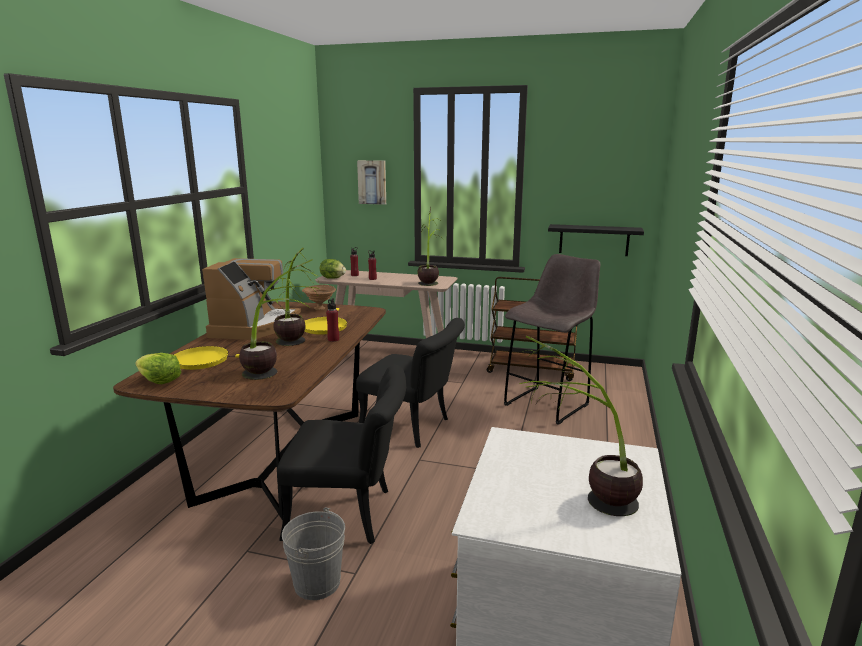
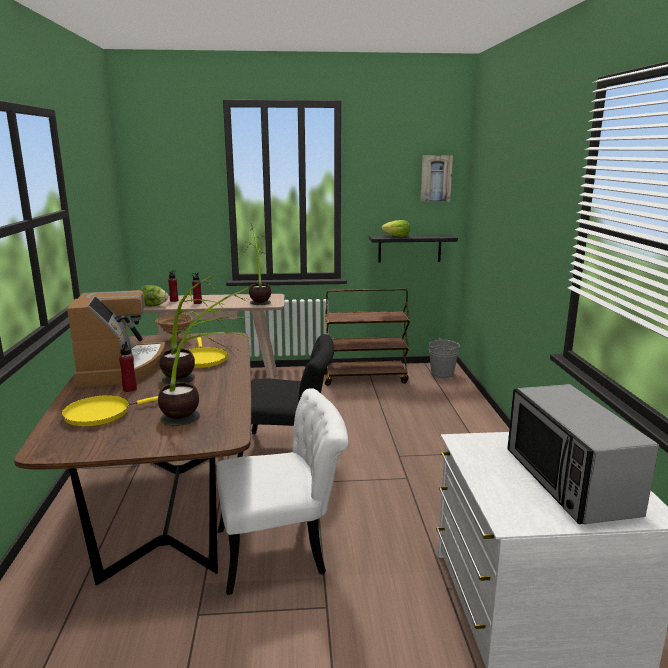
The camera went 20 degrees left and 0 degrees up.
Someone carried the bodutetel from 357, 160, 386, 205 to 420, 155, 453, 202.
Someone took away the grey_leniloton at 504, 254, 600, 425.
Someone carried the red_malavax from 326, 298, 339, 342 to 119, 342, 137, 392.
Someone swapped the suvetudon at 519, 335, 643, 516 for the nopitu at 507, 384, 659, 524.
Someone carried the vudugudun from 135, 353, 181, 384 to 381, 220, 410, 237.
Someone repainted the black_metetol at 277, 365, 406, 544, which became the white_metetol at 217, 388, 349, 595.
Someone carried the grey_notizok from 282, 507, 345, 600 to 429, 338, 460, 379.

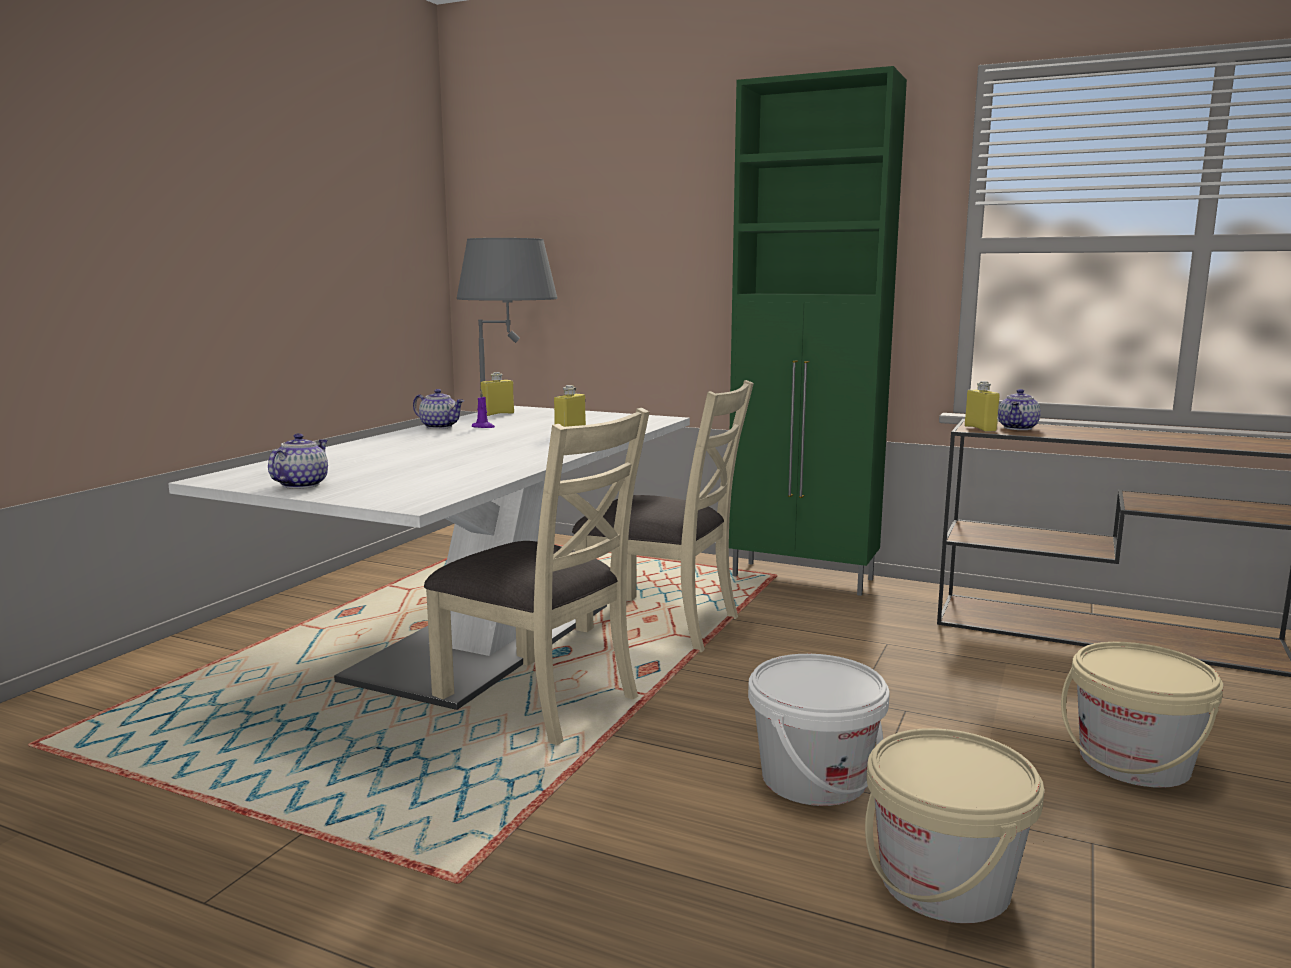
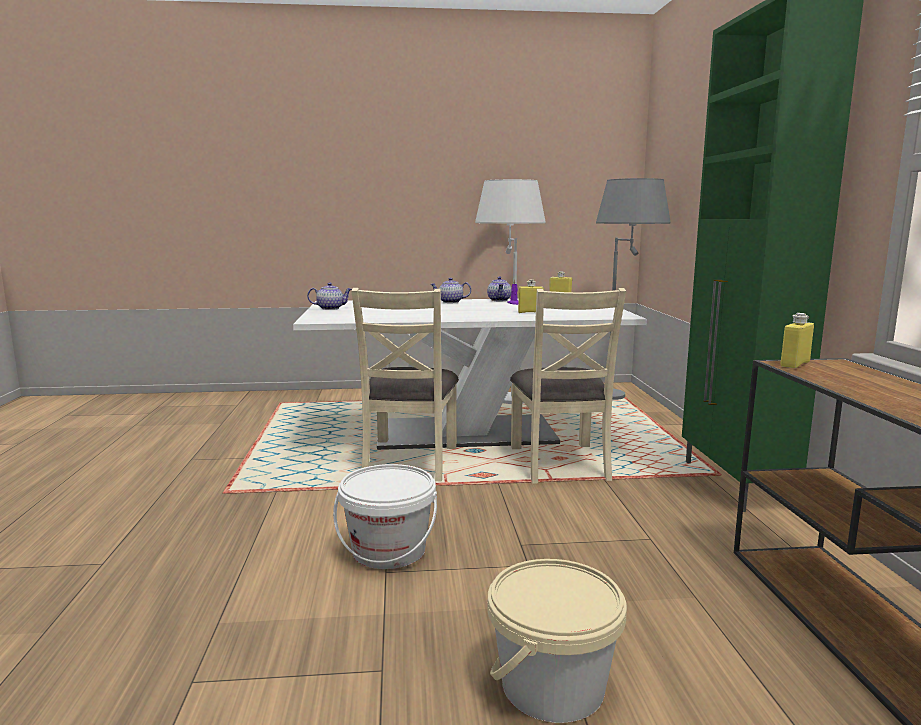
The camera went 60 degrees right and 0 degrees up.
Someone carried the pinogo from 998, 389, 1041, 430 to 430, 278, 471, 303.
Someone took away the beige_notizok at 865, 728, 1045, 923.
Someone put down the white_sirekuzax at 475, 179, 546, 404.

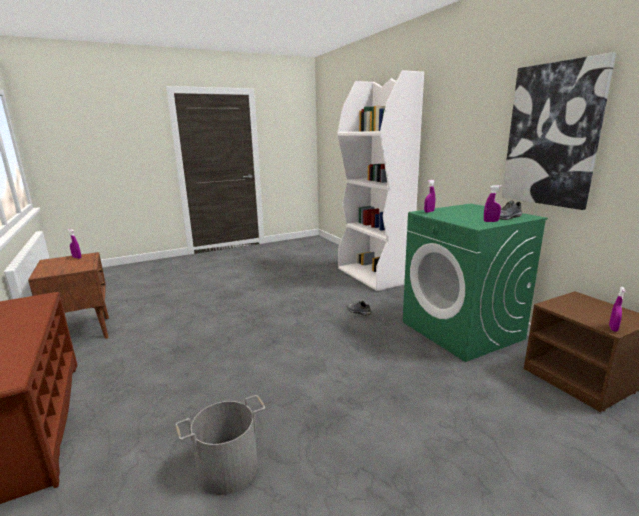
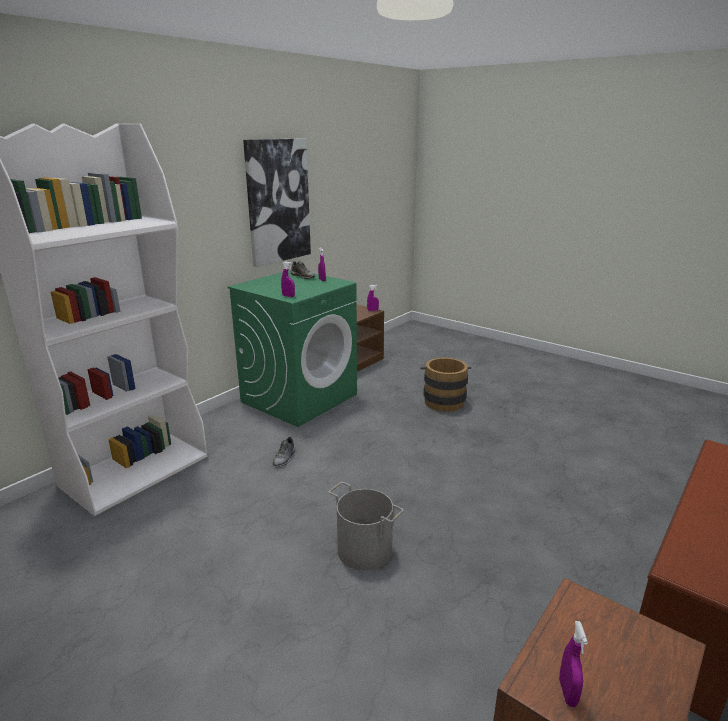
The camera went 115 degrees left and 5 degrees up.
Someone carried the grey_notizok from 175, 395, 265, 495 to 328, 482, 404, 571.
Someone put down the brown_notizok at 420, 357, 471, 412.

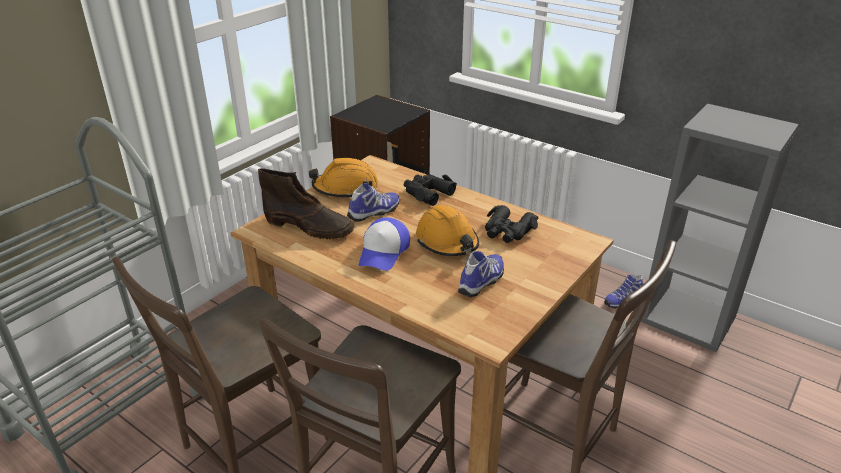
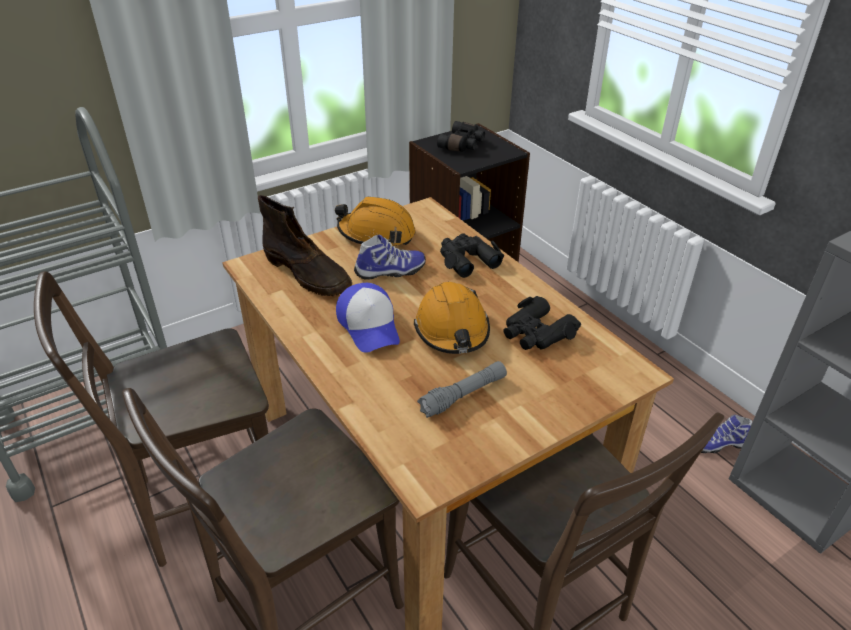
The camera went 20 degrees right and 5 degrees up.
Someone rotated the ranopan at 359, 217, 410, 271 by 60 degrees counterclockwise.
Someone swapped the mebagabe at 458, 251, 504, 297 for the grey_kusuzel at 417, 361, 507, 418.
Someone put down the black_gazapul at 437, 121, 485, 152.

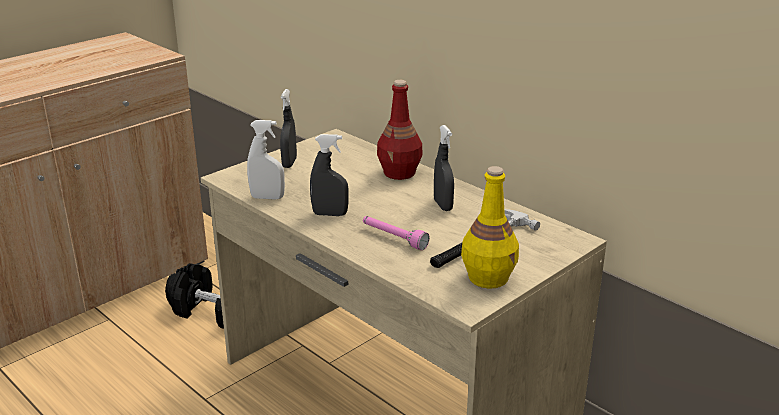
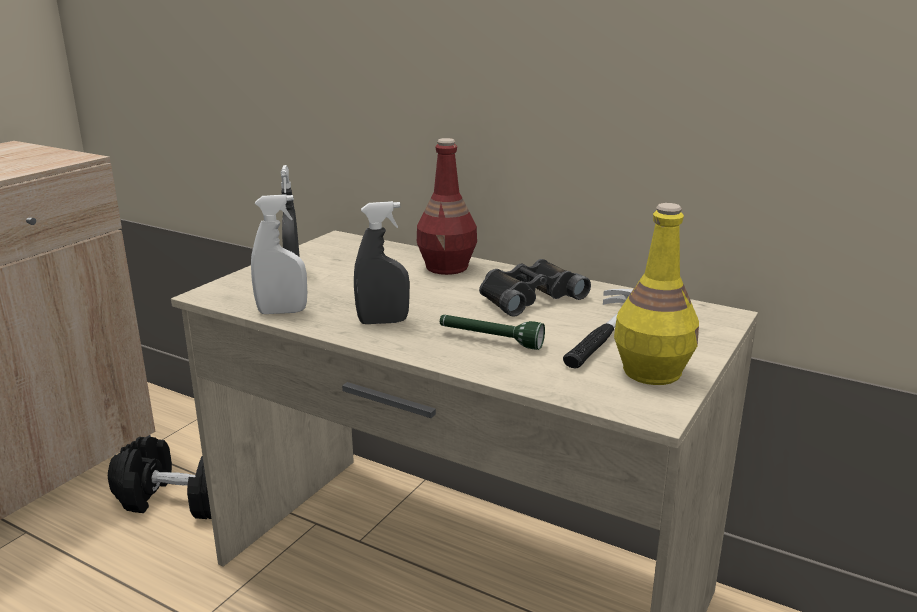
The camera went 15 degrees left and 5 degrees down.
Someone swapped the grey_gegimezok at 434, 125, 454, 211 for the black_gazapul at 479, 259, 591, 317.
Someone repainted the pink_kusuzel at 363, 216, 430, 250, which became the green_kusuzel at 440, 315, 545, 350.

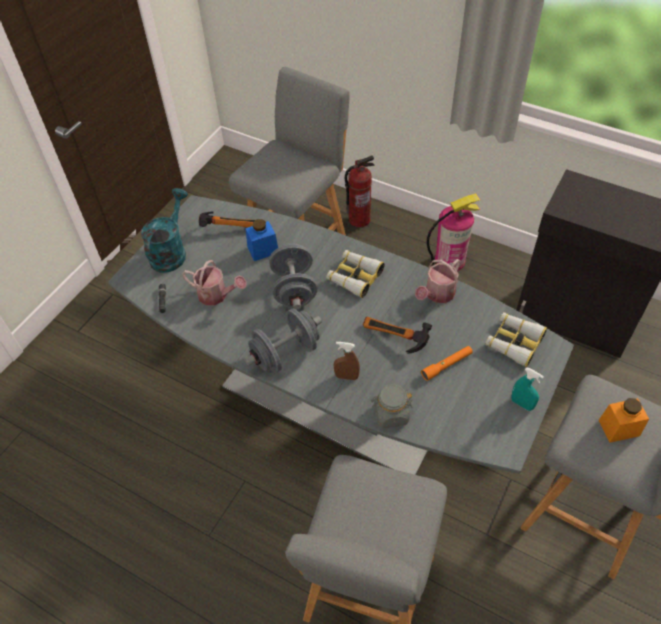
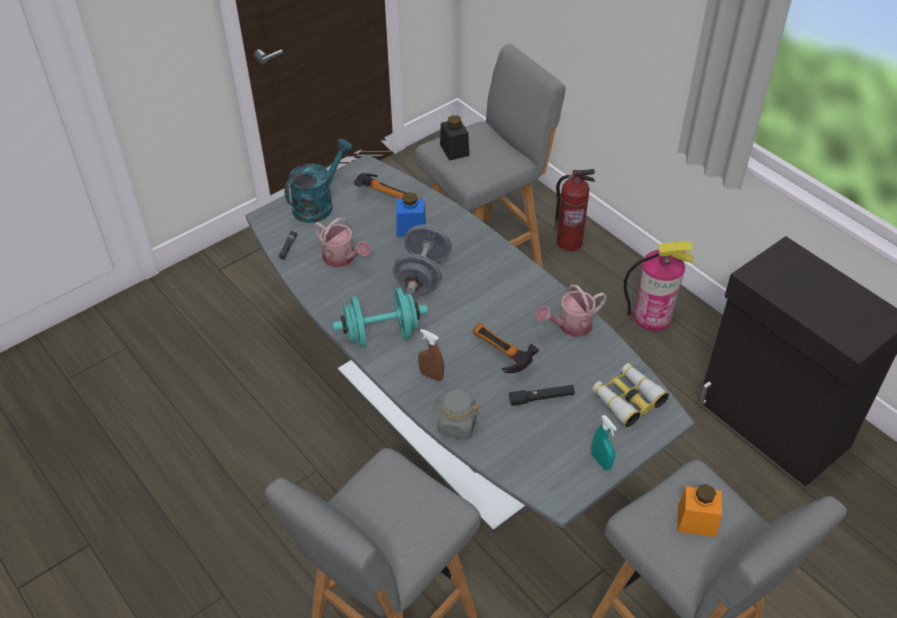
The camera went 20 degrees right and 5 degrees down.
Someone took away the gazapul at 326, 250, 385, 298.
Someone repainted the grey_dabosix at 245, 309, 322, 373, which became the turquoise_dabosix at 333, 288, 428, 348.
Someone repainted the orange_kusuzel at 421, 346, 473, 381, which became the black_kusuzel at 509, 385, 575, 406.
Someone put down the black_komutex at 440, 115, 469, 161.

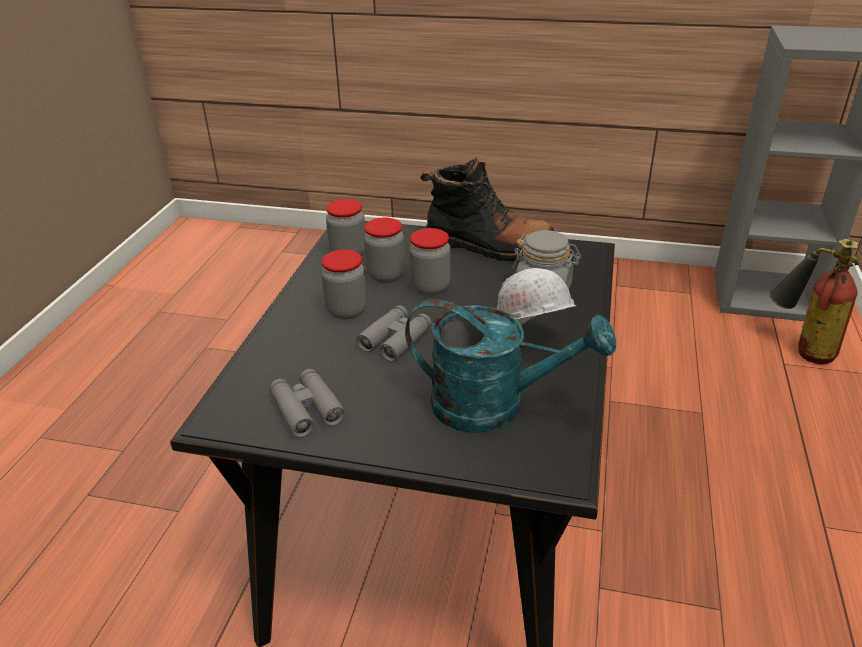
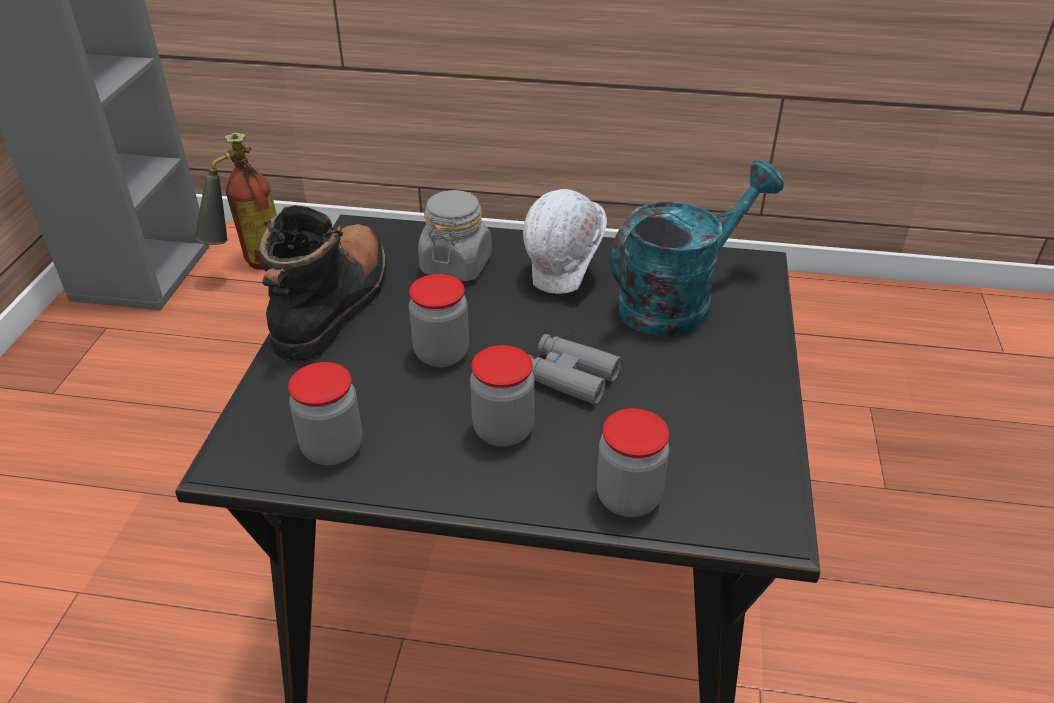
The camera went 95 degrees left and 5 degrees up.
Someone carried the komutex from 364, 218, 405, 283 to 596, 408, 669, 517.
Someone rotated the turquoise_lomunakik at 405, 299, 616, 433 by 45 degrees clockwise.
Someone took away the grey_gazapul at 269, 369, 345, 438.

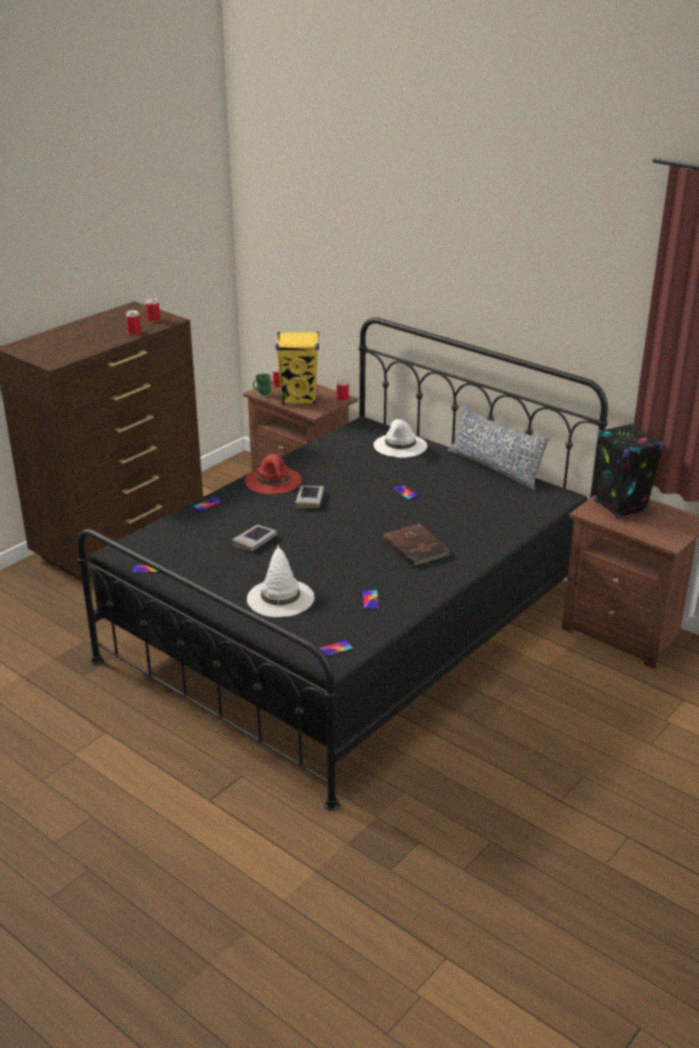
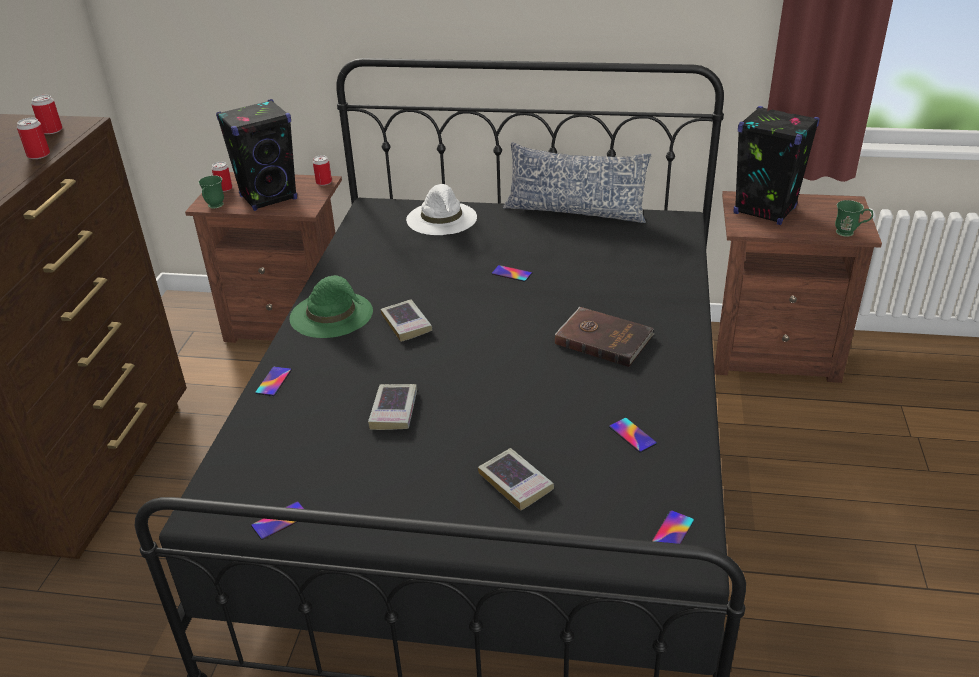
The camera went 30 degrees left and 5 degrees up.
Someone repainted the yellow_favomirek at 276, 332, 319, 405, which became the black_favomirek at 216, 99, 297, 211.
Someone repainted the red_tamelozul at 245, 454, 302, 494, which became the green_tamelozul at 290, 275, 373, 338.
Someone swapped the white_tamelozul at 247, 545, 314, 617 for the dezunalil at 478, 448, 554, 511.
Someone put down the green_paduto at 835, 200, 873, 237.

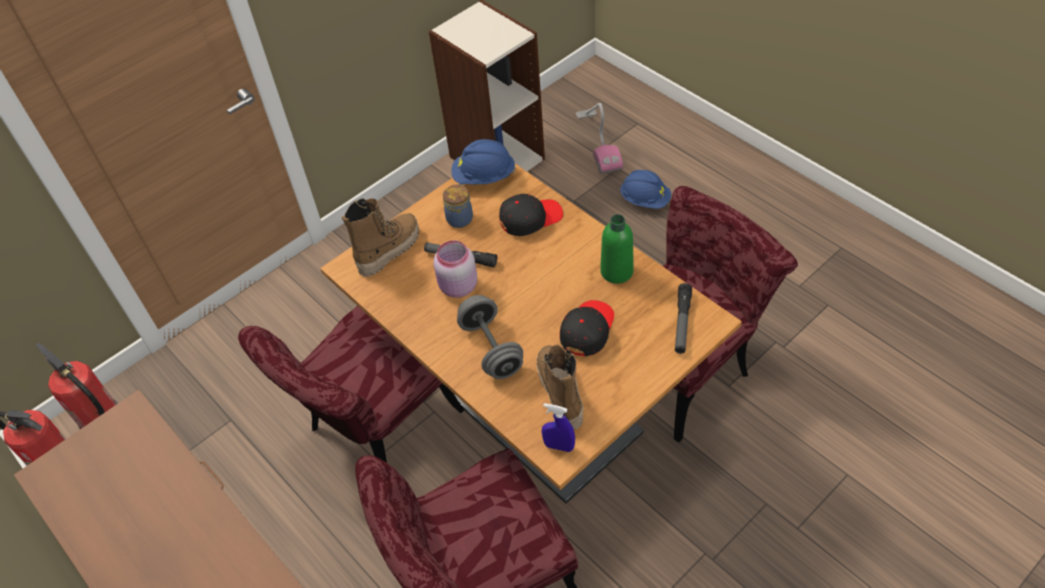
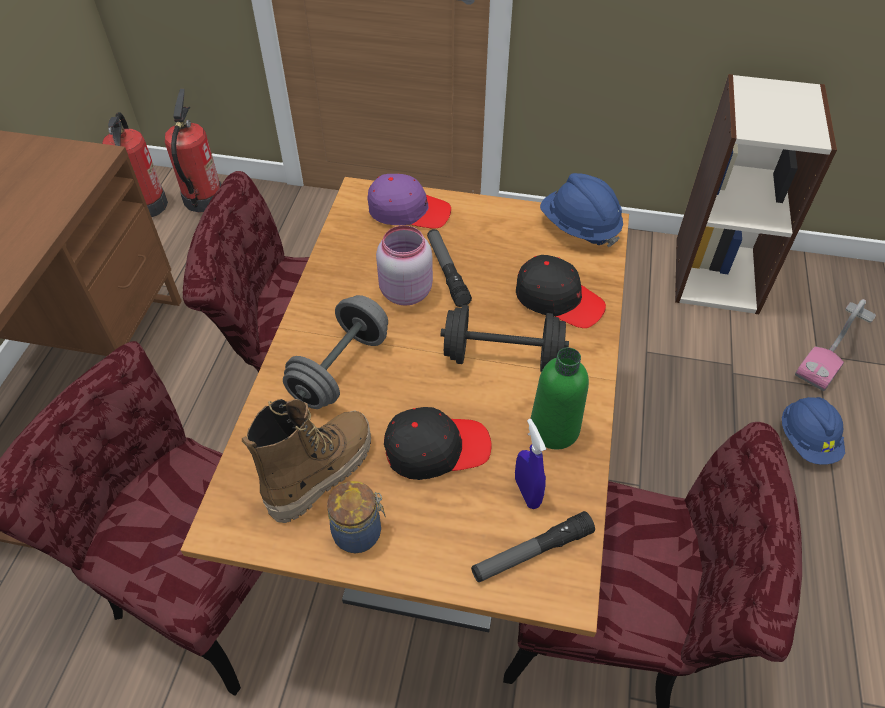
The camera went 50 degrees right and 0 degrees up.
Someone carried the komutex from 443, 184, 473, 228 to 327, 481, 386, 553.
Someone swapped the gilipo at 342, 198, 419, 277 for the purple_ranopan at 367, 173, 451, 229.
Someone carried the blue_gegimezok from 542, 403, 575, 452 to 515, 419, 546, 509.
Someone put down the black_dabosix at 441, 305, 569, 372.

